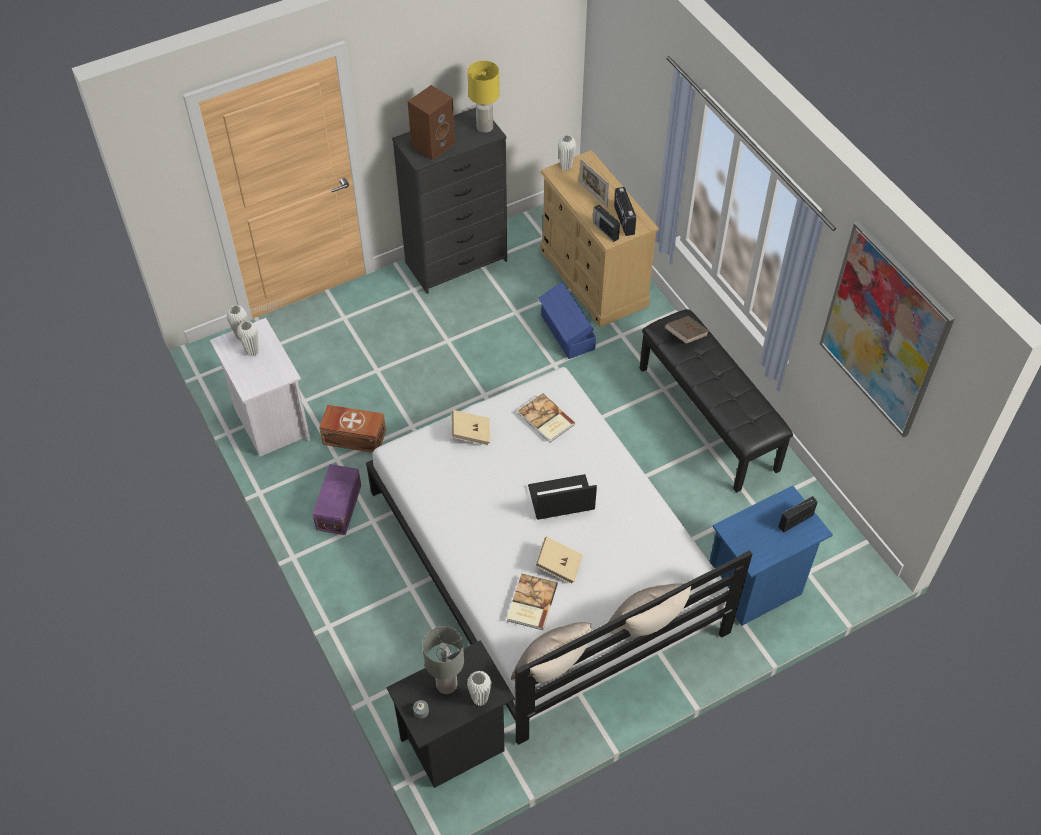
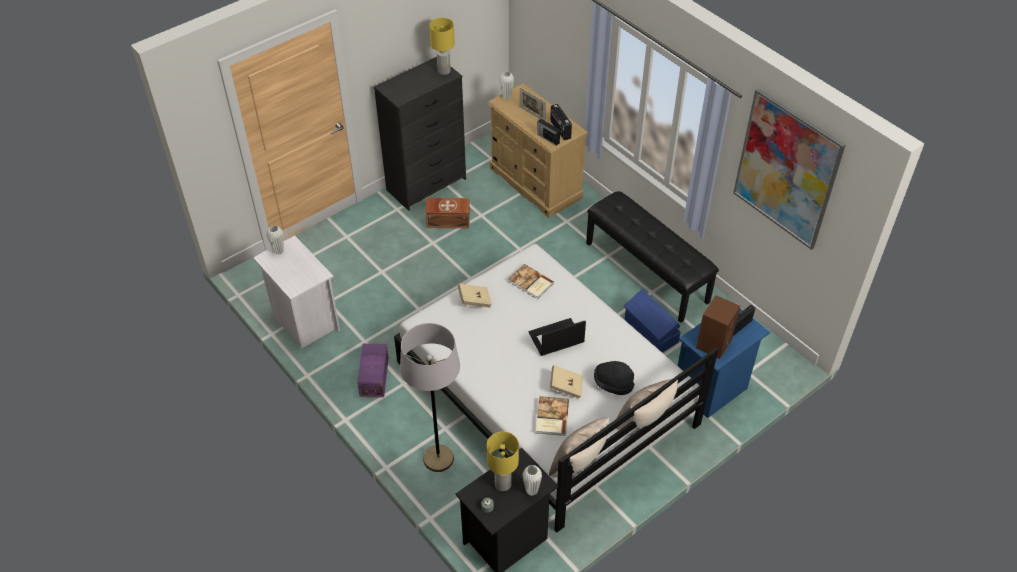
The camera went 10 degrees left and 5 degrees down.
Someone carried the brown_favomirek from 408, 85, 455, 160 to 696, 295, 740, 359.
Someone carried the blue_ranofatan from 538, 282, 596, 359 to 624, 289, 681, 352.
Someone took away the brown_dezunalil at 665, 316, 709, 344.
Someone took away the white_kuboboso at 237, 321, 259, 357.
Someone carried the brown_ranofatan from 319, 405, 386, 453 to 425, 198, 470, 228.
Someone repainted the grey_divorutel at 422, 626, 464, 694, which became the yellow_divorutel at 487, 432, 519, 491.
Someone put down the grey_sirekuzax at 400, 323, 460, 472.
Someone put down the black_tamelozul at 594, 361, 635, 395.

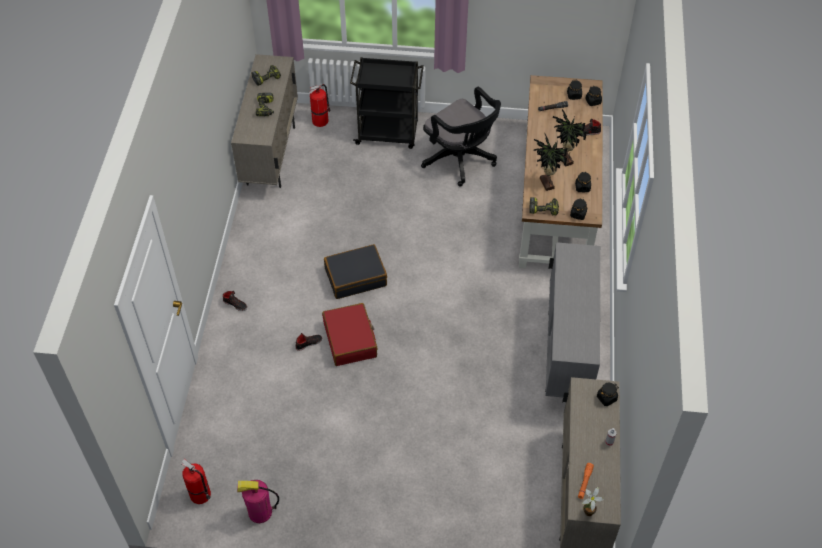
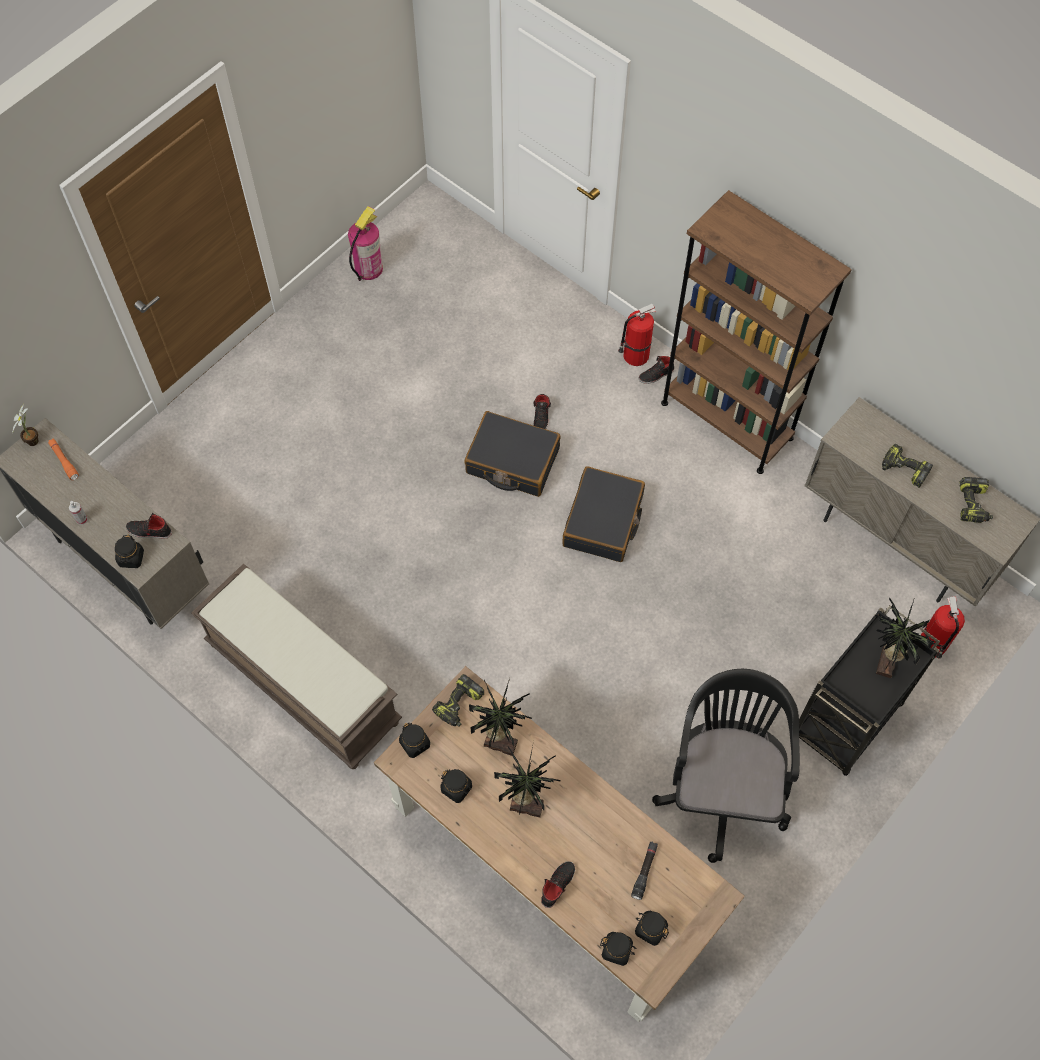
The camera went 125 degrees right and 10 degrees up.
Someone rotated the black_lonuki at 421, 87, 501, 187 by 105 degrees clockwise.
Someone swapped the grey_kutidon at 545, 242, 600, 397 for the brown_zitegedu at 191, 564, 402, 769.
Someone repainted the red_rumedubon at 322, 303, 378, 366, which became the black_rumedubon at 464, 411, 560, 497.
Someone carried the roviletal from 181, 459, 211, 504 to 618, 303, 656, 366.
Someone put down the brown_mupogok at 661, 190, 852, 474.
Someone put down the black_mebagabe at 126, 513, 172, 539.
Someone put down the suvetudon at 874, 597, 934, 678.

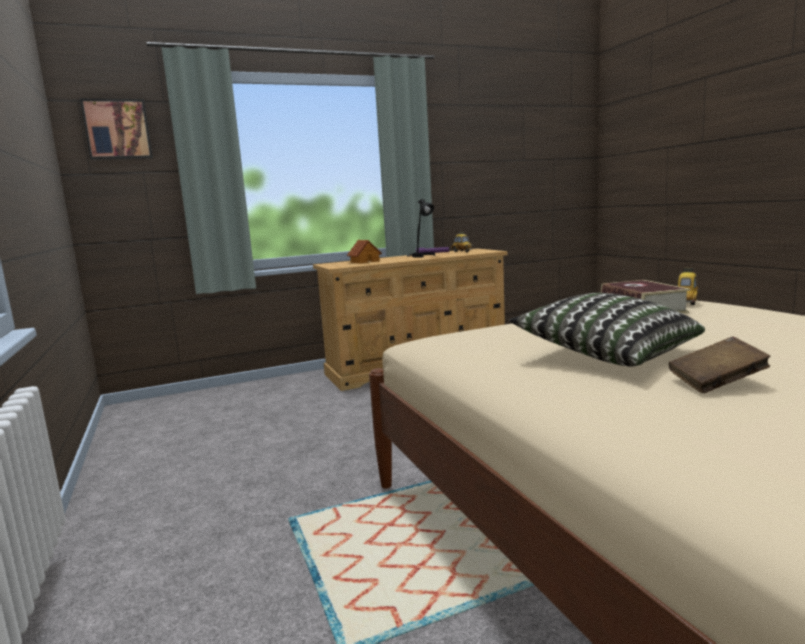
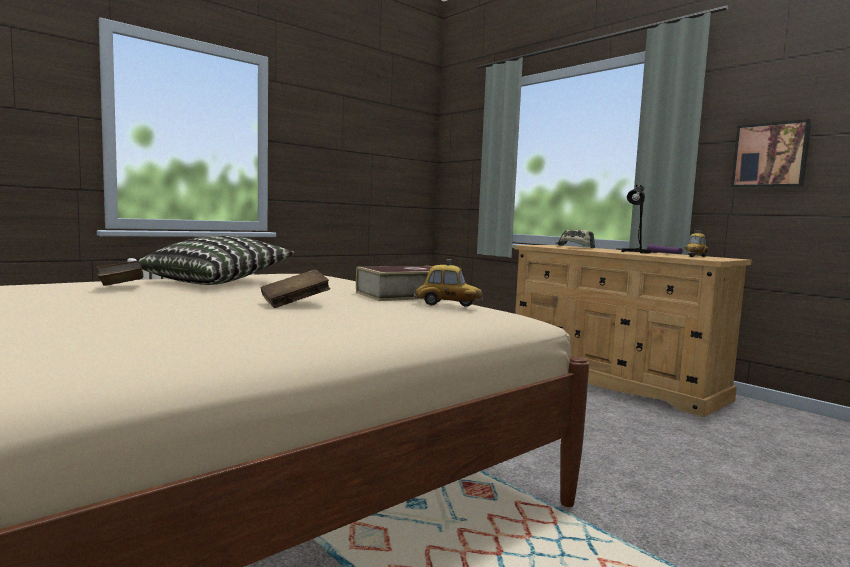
The camera went 70 degrees right and 5 degrees down.
Someone carried the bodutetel from 80, 98, 153, 160 to 731, 119, 812, 188.
Someone swapped the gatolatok at 347, 240, 382, 264 for the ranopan at 555, 230, 595, 248.
Someone put down the brown_dezunalil at 260, 269, 331, 308.

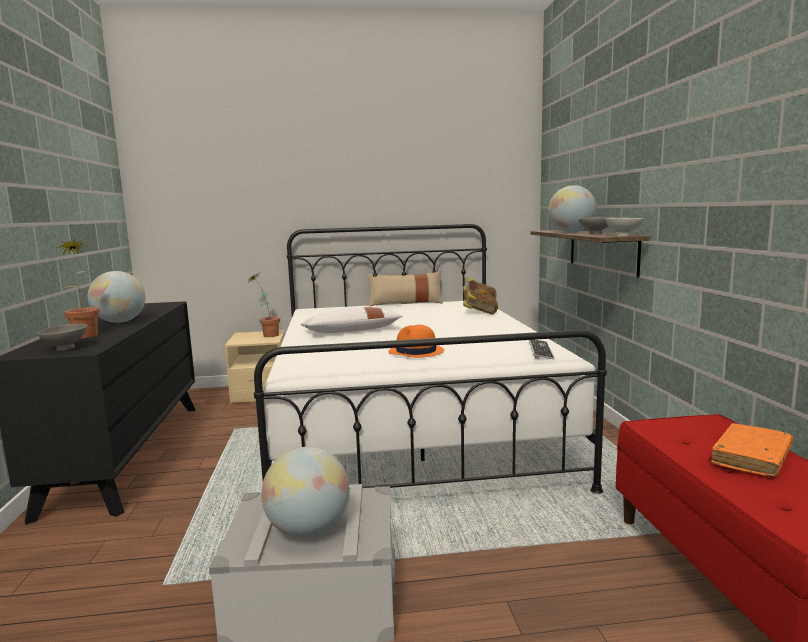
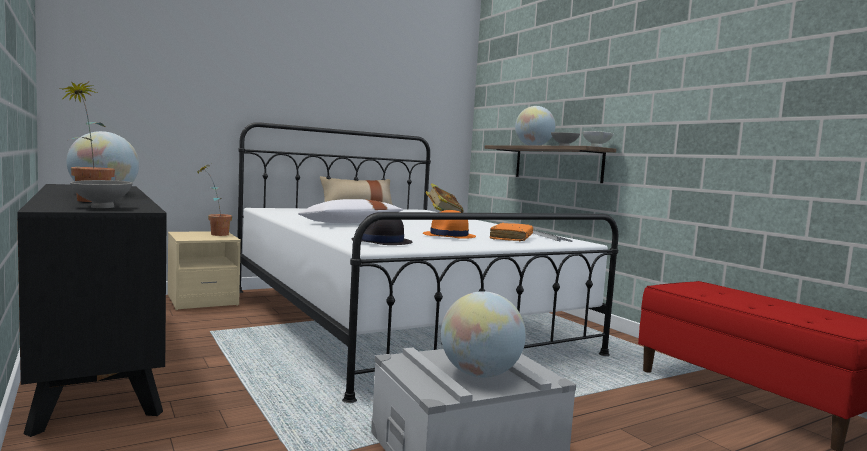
The camera went 25 degrees left and 5 degrees down.
Someone carried the orange_dezunalil from 711, 423, 793, 477 to 490, 223, 533, 241.
Someone put down the black_tamelozul at 351, 212, 412, 245.

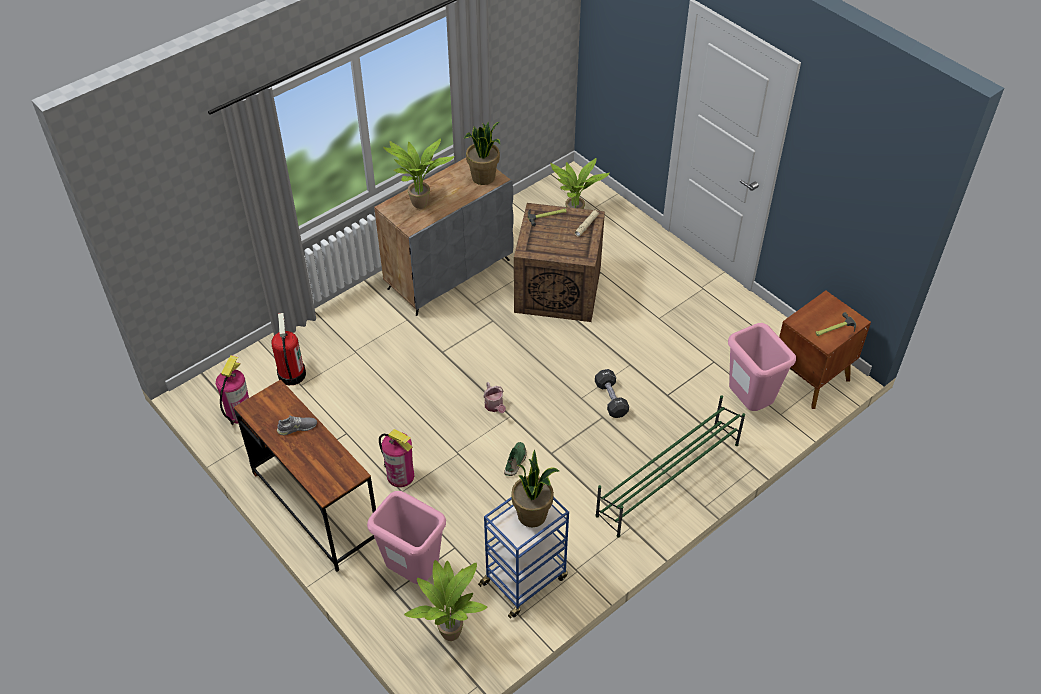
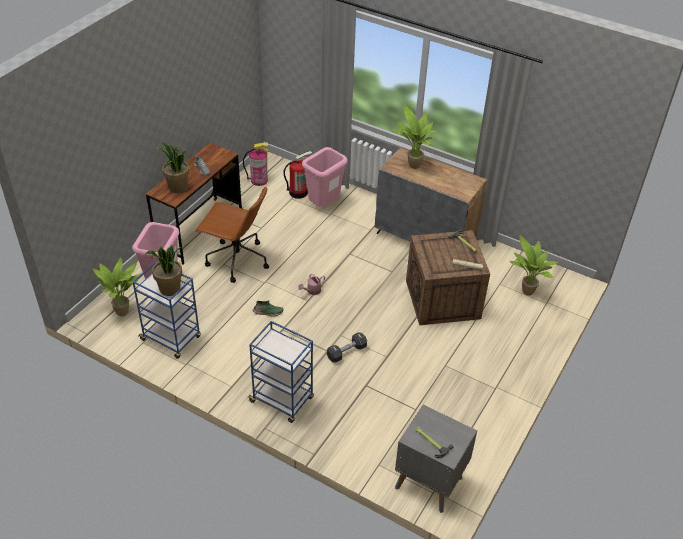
The camera went 70 degrees right and 5 degrees down.
Someone carried the suvetudon from 464, 121, 500, 185 to 157, 143, 189, 193.
Someone repainted the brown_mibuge at 779, 290, 871, 409, which became the grey_mibuge at 395, 405, 477, 513.
Someone carried the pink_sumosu from 728, 323, 796, 411 to 302, 147, 348, 207.
Someone swapped the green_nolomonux at 595, 395, 745, 538 for the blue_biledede at 247, 321, 314, 423.
Someone swapped the roviletal at 379, 429, 414, 487 for the brown_lonuki at 195, 187, 269, 283.

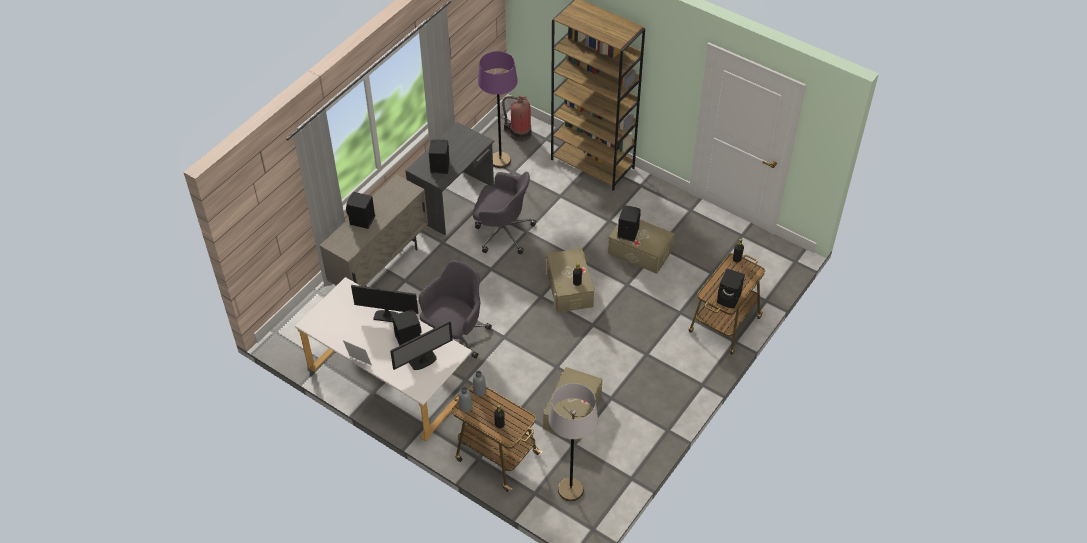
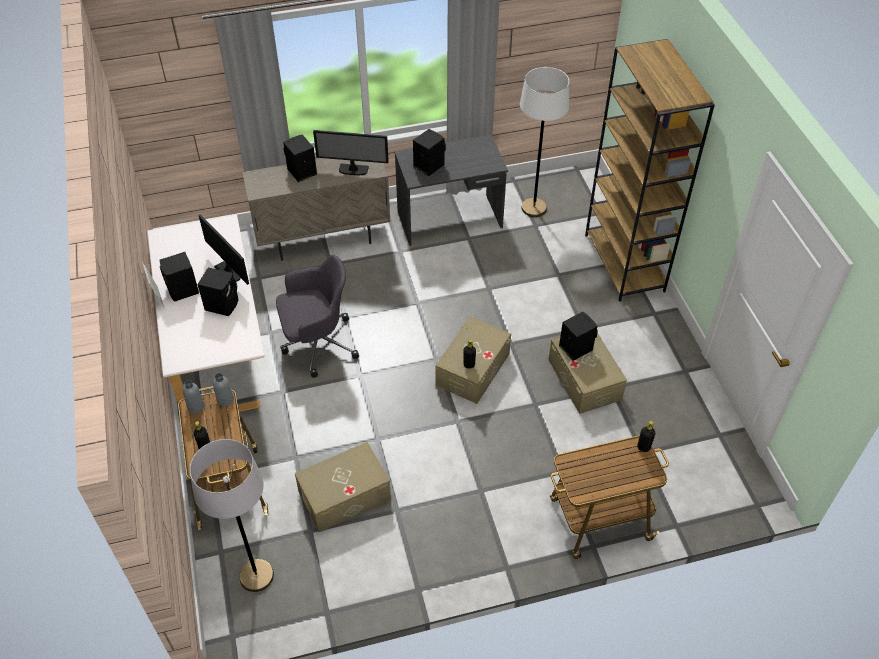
The camera went 40 degrees right and 0 degrees up.
Someone repainted the purple_sirekuzax at 478, 51, 518, 168, which became the white_sirekuzax at 520, 67, 569, 217.
Someone took away the roviletal at 502, 96, 531, 141.
Someone took away the grey_lonuki at 473, 172, 536, 254.
Someone carried the black_favomirek from 717, 269, 745, 309 to 160, 252, 199, 302.
Someone carried the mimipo from 390, 321, 453, 370 to 313, 130, 389, 175.

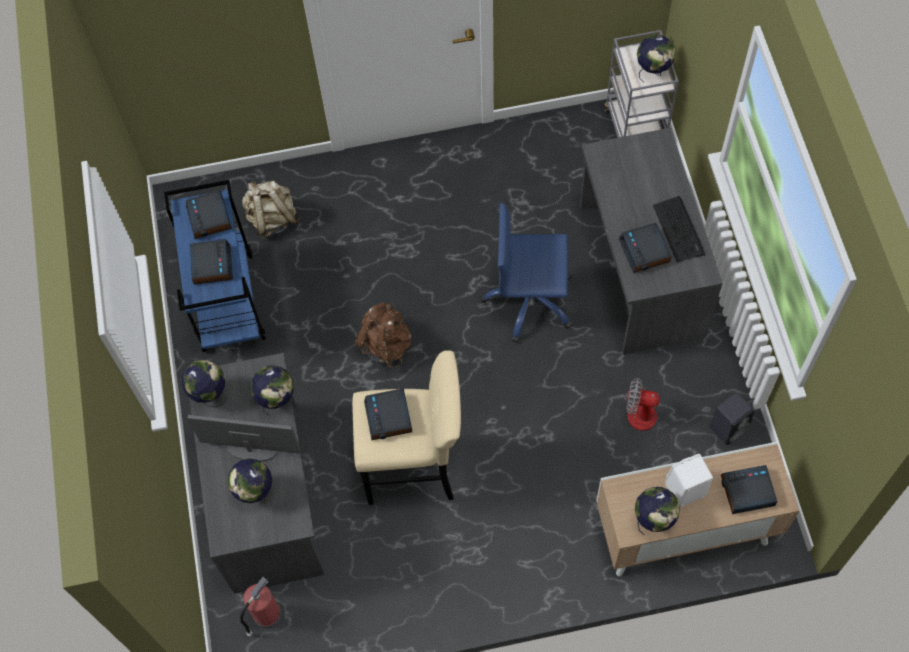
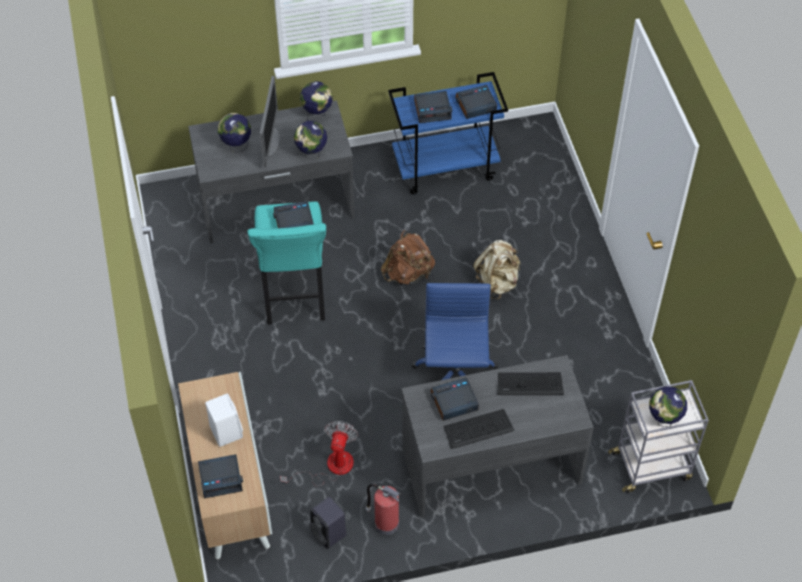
The camera went 85 degrees right and 10 degrees down.
Someone carried the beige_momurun from 242, 180, 301, 237 to 473, 240, 521, 299.
Someone repainted the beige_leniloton at 352, 350, 461, 505, which became the turquoise_leniloton at 247, 202, 326, 325.
Someone rotated the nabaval at 721, 465, 777, 514 by 90 degrees clockwise.
Someone took away the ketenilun at 635, 487, 680, 536.
Someone carried the roviletal from 240, 576, 281, 636 to 366, 483, 400, 535.
Someone put down the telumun at 498, 372, 564, 395.

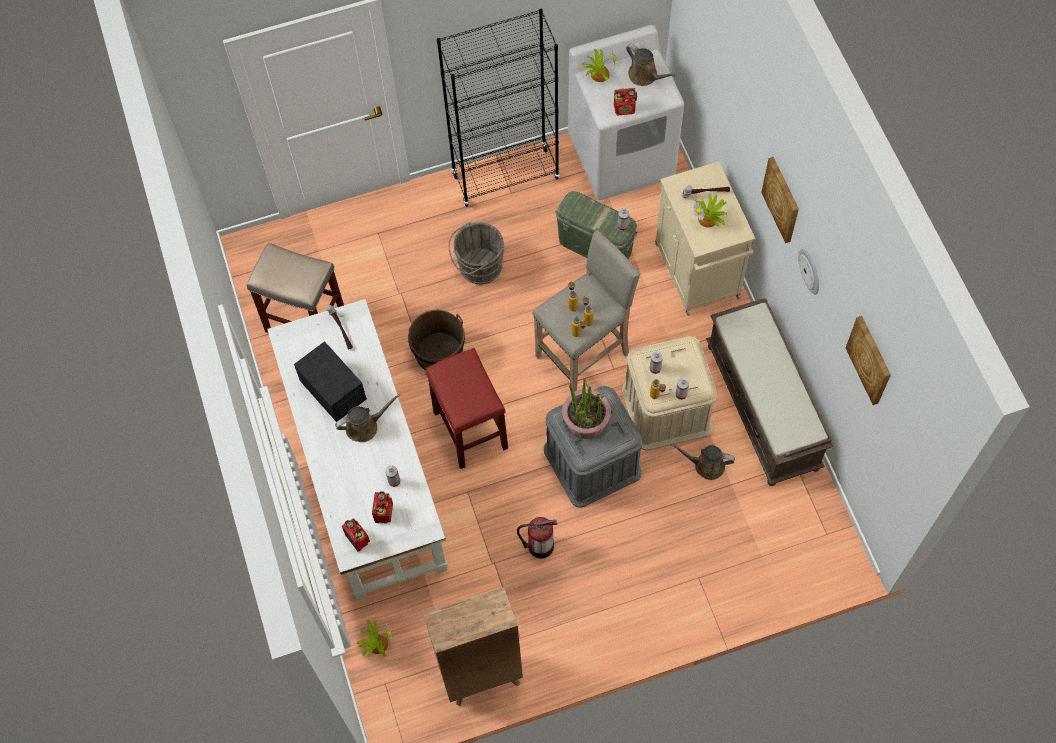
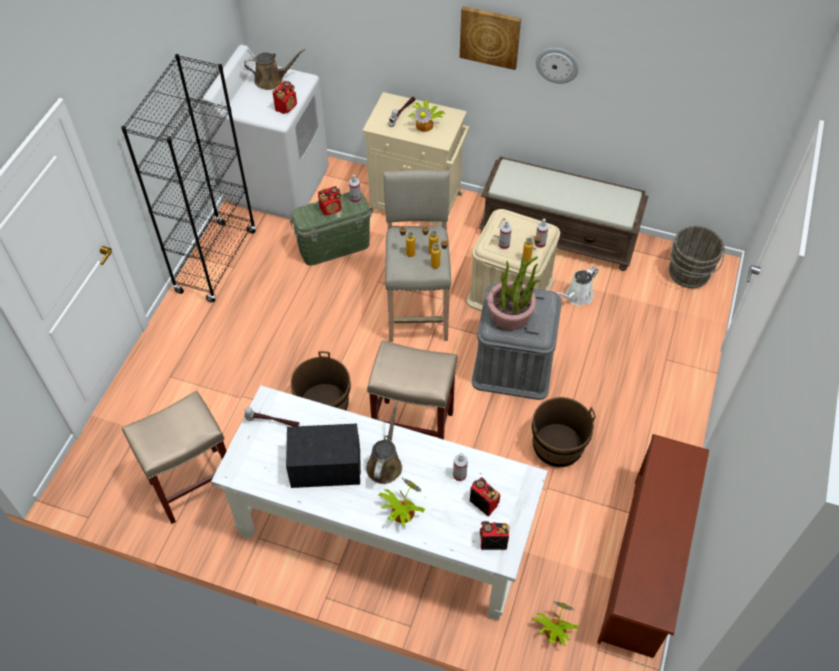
The camera went 55 degrees left and 10 degrees down.
Someone carried the suvetudon from 582, 48, 616, 82 to 378, 478, 425, 526.
Someone carried the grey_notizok from 449, 222, 504, 284 to 668, 226, 726, 288.
Someone took away the bodutetel at 846, 316, 891, 405.
Someone repainted the red_leniloton at 425, 348, 508, 469, which became the beige_leniloton at 367, 340, 458, 440.
Someone repainted the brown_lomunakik at 670, 443, 735, 480, which became the white_lomunakik at 557, 267, 598, 305.
Someone swapped the roviletal at 517, 517, 557, 558 for the brown_notizok at 532, 397, 596, 468.
Someone swapped the brown_mupogok at 423, 587, 523, 706 for the brown_nolomonux at 597, 434, 709, 658.
Someone put down the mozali at 318, 186, 341, 216.

